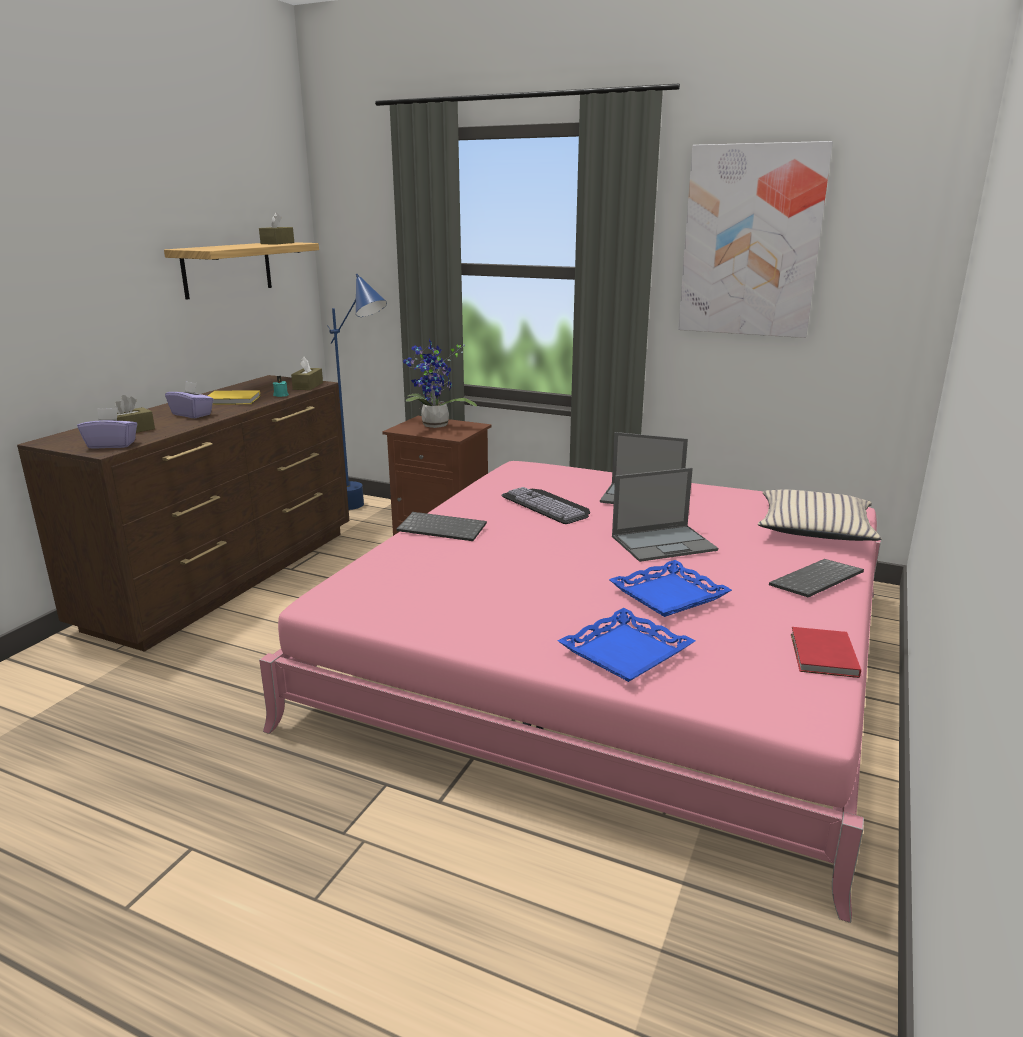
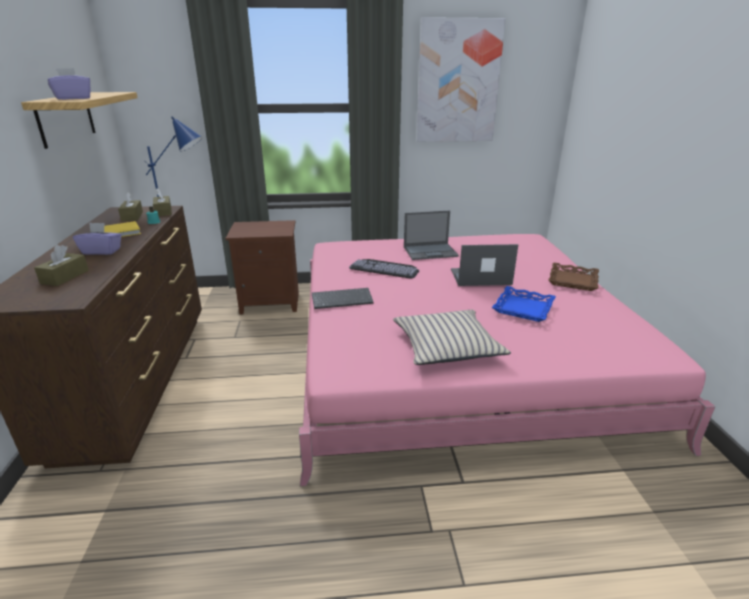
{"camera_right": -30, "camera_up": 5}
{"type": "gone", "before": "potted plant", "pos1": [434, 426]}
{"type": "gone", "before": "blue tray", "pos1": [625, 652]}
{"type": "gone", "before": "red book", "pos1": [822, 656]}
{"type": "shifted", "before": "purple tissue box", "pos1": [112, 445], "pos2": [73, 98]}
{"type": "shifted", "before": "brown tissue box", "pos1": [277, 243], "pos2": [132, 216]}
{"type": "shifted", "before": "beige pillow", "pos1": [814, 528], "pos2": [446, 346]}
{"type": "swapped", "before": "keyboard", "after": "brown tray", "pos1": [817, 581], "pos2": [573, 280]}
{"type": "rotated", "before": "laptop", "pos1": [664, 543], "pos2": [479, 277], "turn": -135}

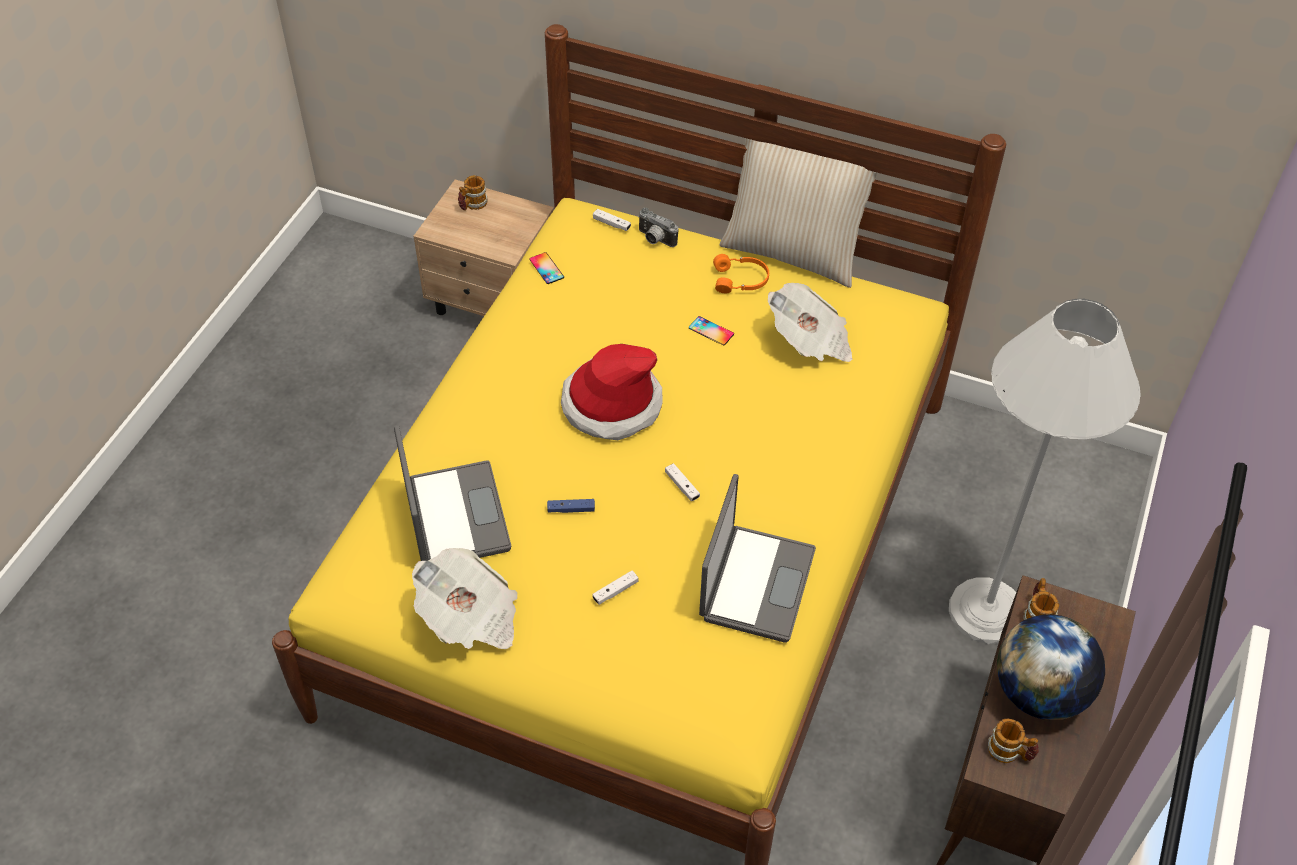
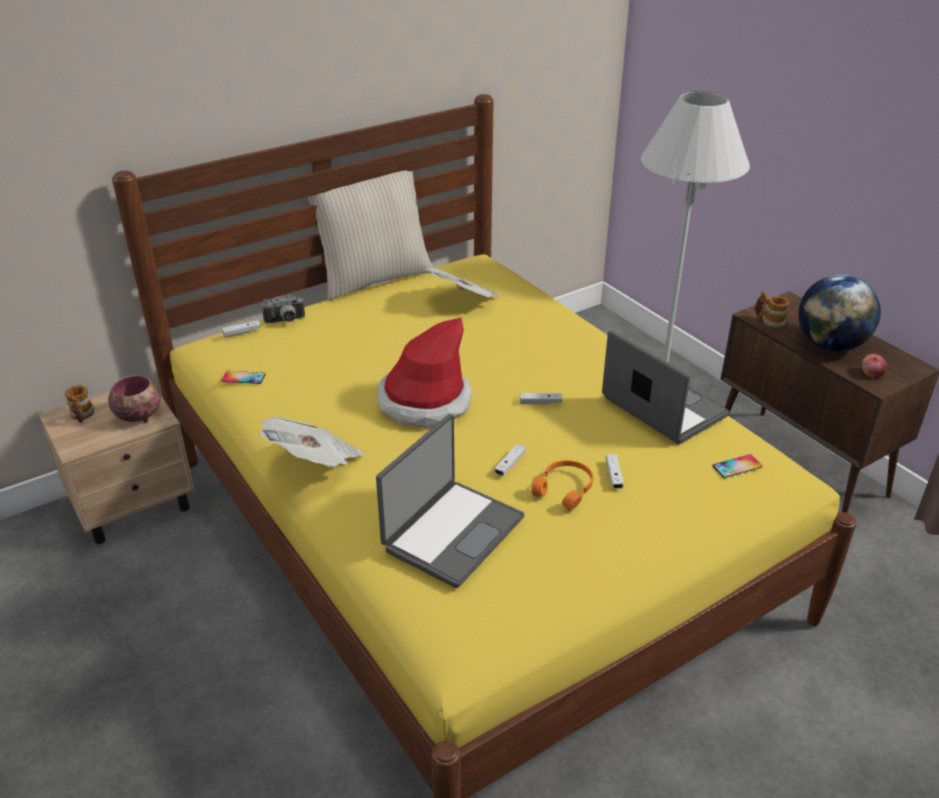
{"camera_right": -55, "camera_up": -15}
{"type": "new", "after": "bowl", "pos2": [139, 415]}
{"type": "shifted", "before": "newspaper", "pos1": [470, 617], "pos2": [315, 462]}
{"type": "shifted", "before": "phone", "pos1": [711, 331], "pos2": [737, 466]}
{"type": "shifted", "before": "orange headphones", "pos1": [741, 280], "pos2": [565, 489]}
{"type": "swapped", "before": "mug", "after": "apple", "pos1": [1010, 752], "pos2": [871, 374]}
{"type": "repainted", "before": "blue game controller", "after": "white game controller", "pos1": [571, 509], "pos2": [510, 464]}
{"type": "rotated", "before": "laptop", "pos1": [454, 516], "pos2": [452, 533], "turn": 105}

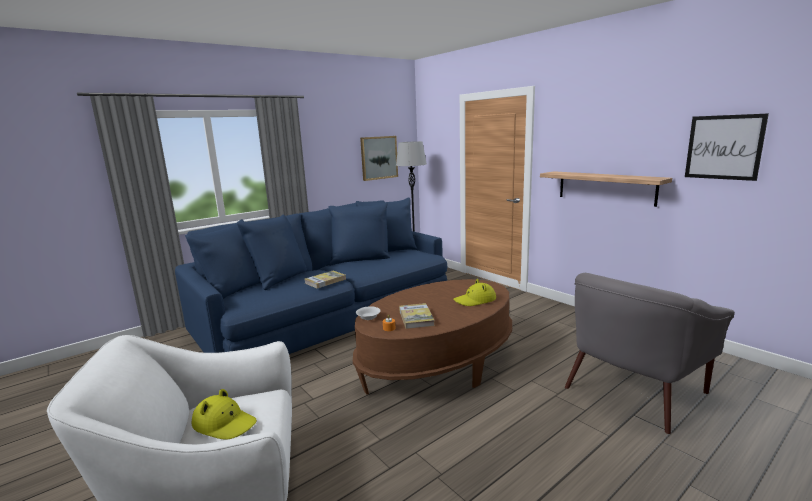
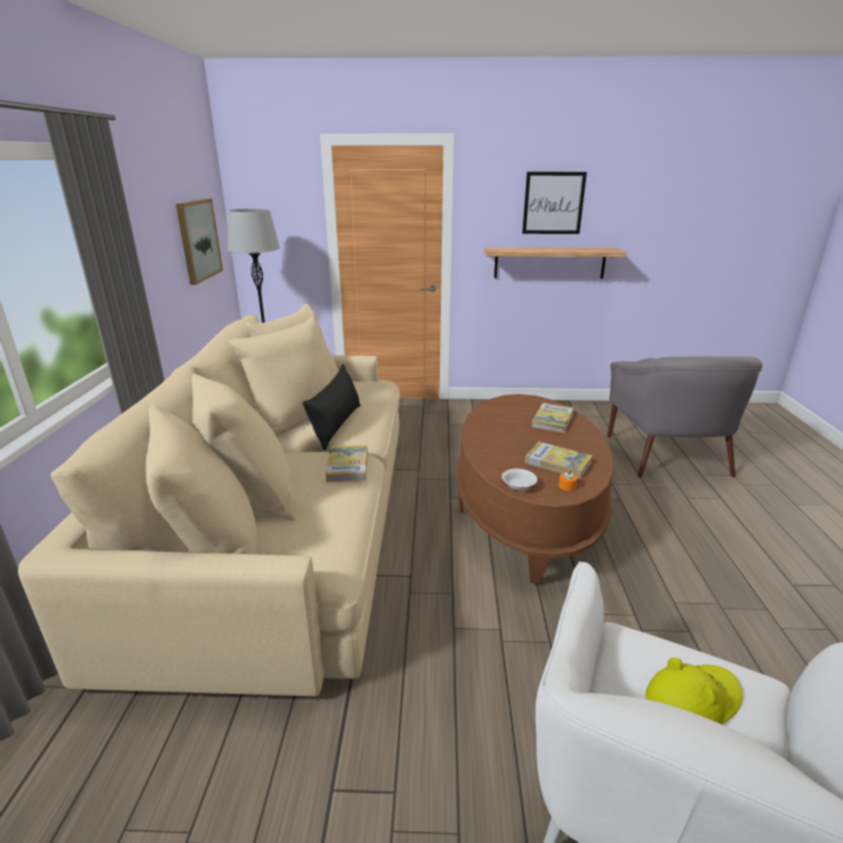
{"camera_right": -50, "camera_up": 10}
{"type": "new", "after": "black pillow", "pos2": [336, 425]}
{"type": "shifted", "before": "picture", "pos1": [723, 147], "pos2": [553, 203]}
{"type": "swapped", "before": "yellow hat", "after": "book", "pos1": [475, 300], "pos2": [552, 420]}
{"type": "repainted", "before": "blue sofa", "after": "beige sofa", "pos1": [327, 315], "pos2": [285, 524]}

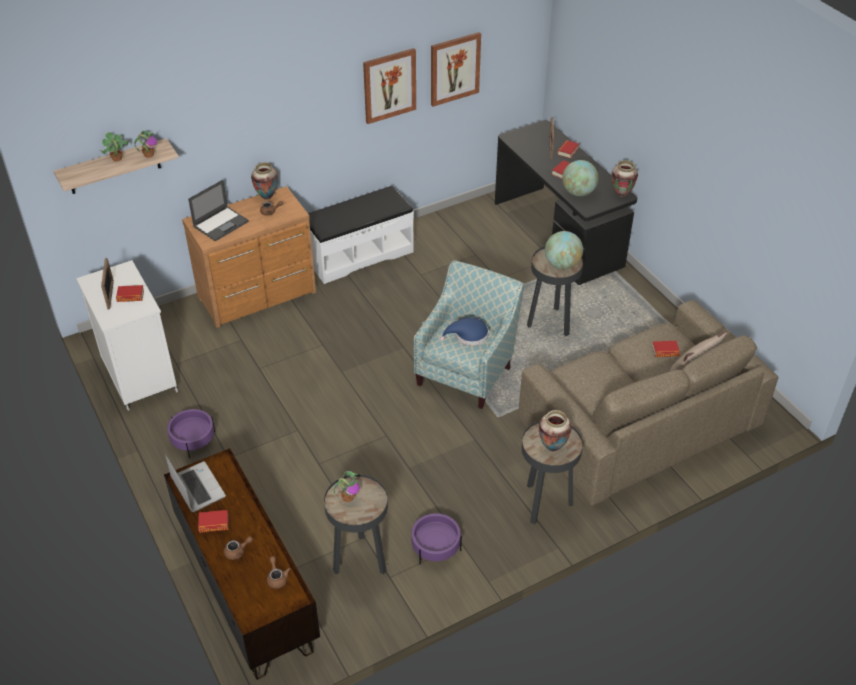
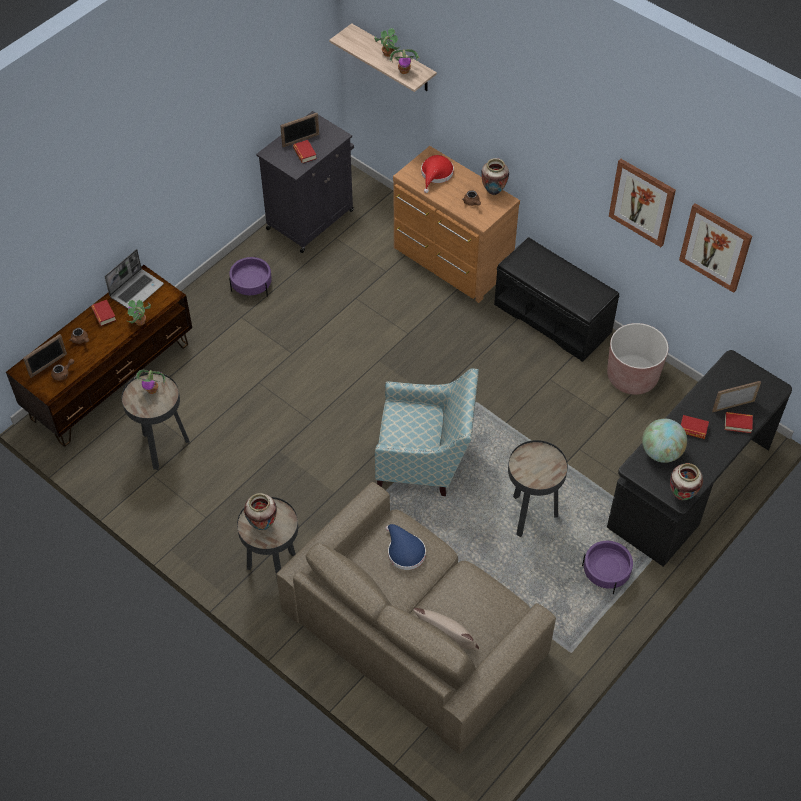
{"camera_right": 70, "camera_up": 10}
{"type": "gone", "before": "globe", "pos1": [562, 264]}
{"type": "gone", "before": "book", "pos1": [665, 351]}
{"type": "new", "after": "picture frame", "pos2": [48, 365]}
{"type": "new", "after": "potted plant", "pos2": [140, 322]}
{"type": "new", "after": "brown planter", "pos2": [632, 376]}
{"type": "shifted", "before": "purple planter", "pos1": [435, 547], "pos2": [606, 573]}
{"type": "shifted", "before": "blue hat", "pos1": [468, 335], "pos2": [404, 551]}
{"type": "swapped", "before": "laptop", "after": "red hat", "pos1": [221, 223], "pos2": [436, 174]}
{"type": "repainted", "before": "white cabinet", "after": "black cabinet", "pos1": [138, 374], "pos2": [311, 219]}
{"type": "repainted", "before": "white bench", "after": "black bench", "pos1": [359, 255], "pos2": [553, 318]}

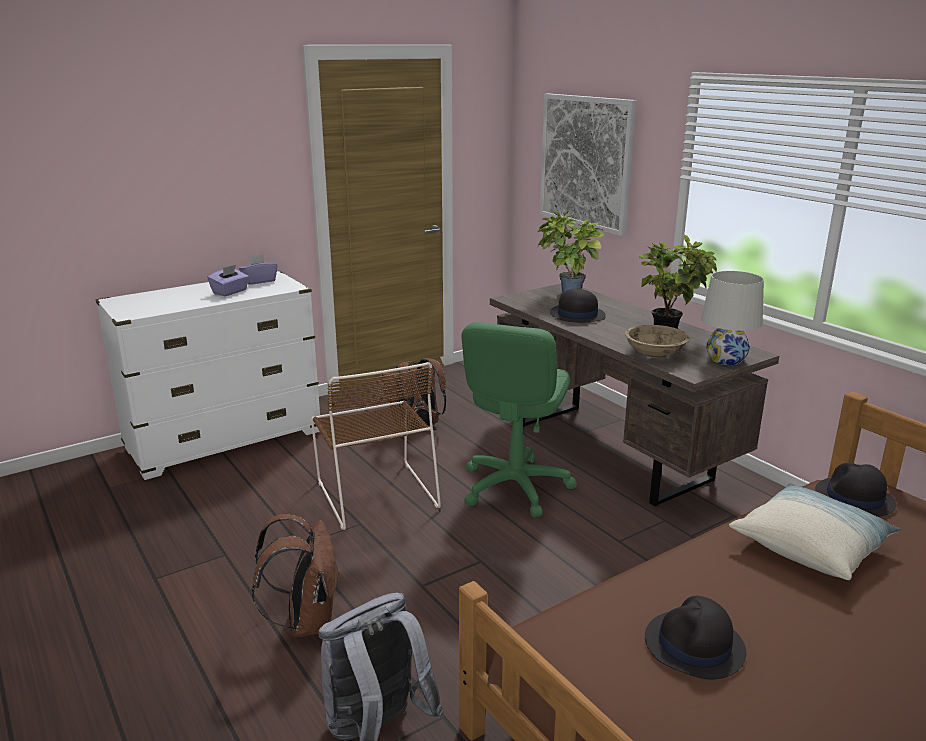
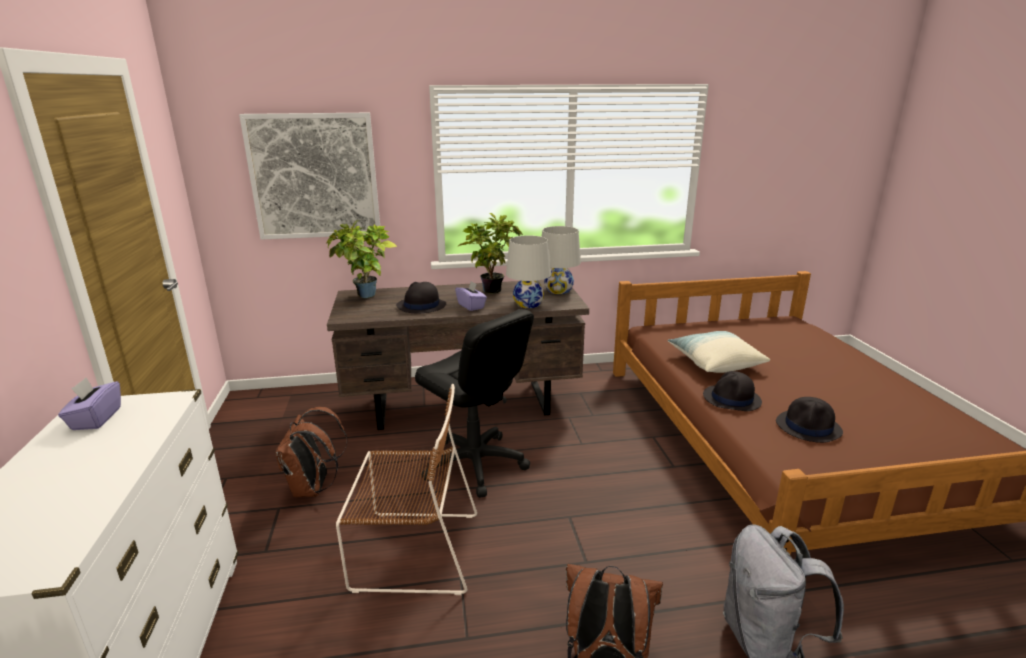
{"camera_right": -65, "camera_up": 0}
{"type": "shifted", "before": "purple tissue box", "pos1": [230, 292], "pos2": [471, 306]}
{"type": "shifted", "before": "black hat", "pos1": [854, 498], "pos2": [732, 399]}
{"type": "swapped", "before": "beige bowl", "after": "white table lamp", "pos1": [655, 353], "pos2": [528, 304]}
{"type": "repainted", "before": "green office chair", "after": "black office chair", "pos1": [515, 486], "pos2": [474, 464]}

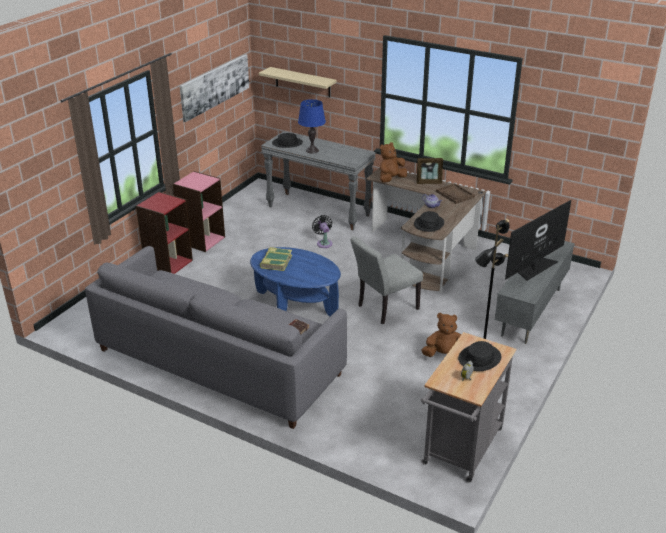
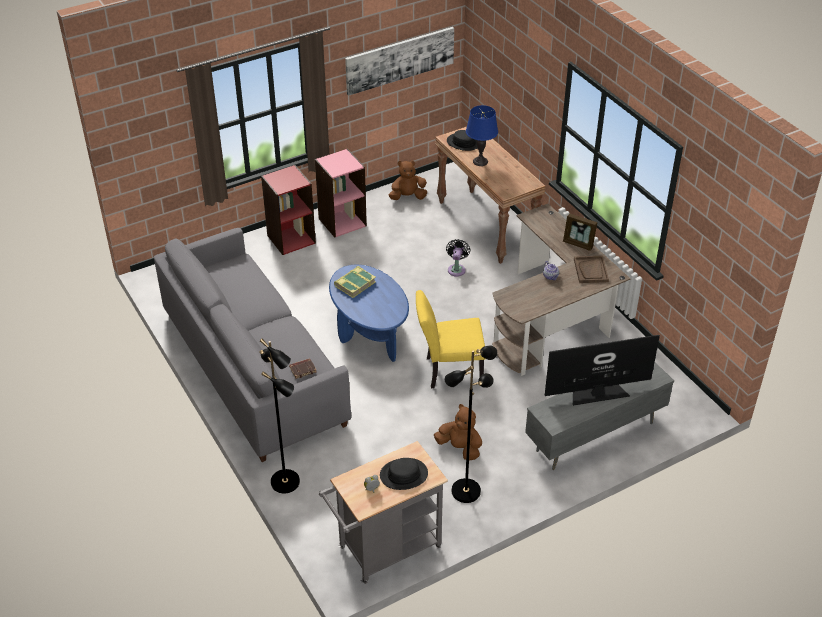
{"camera_right": 30, "camera_up": 10}
{"type": "gone", "before": "beige shelf", "pos1": [302, 82]}
{"type": "gone", "before": "black hat", "pos1": [428, 224]}
{"type": "new", "after": "black floor lamp", "pos2": [286, 481]}
{"type": "shifted", "before": "brown plush toy", "pos1": [391, 179], "pos2": [407, 197]}
{"type": "repainted", "before": "grey console table", "after": "brown console table", "pos1": [319, 211], "pos2": [486, 226]}
{"type": "repainted", "before": "grey chair", "after": "yellow chair", "pos1": [384, 309], "pos2": [448, 371]}

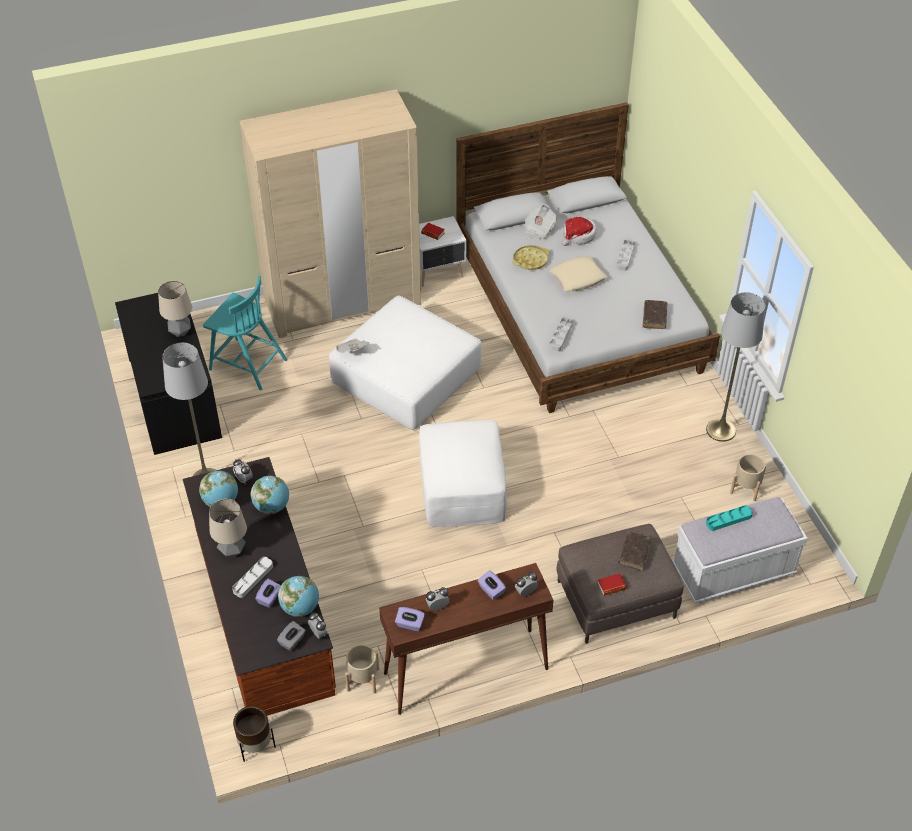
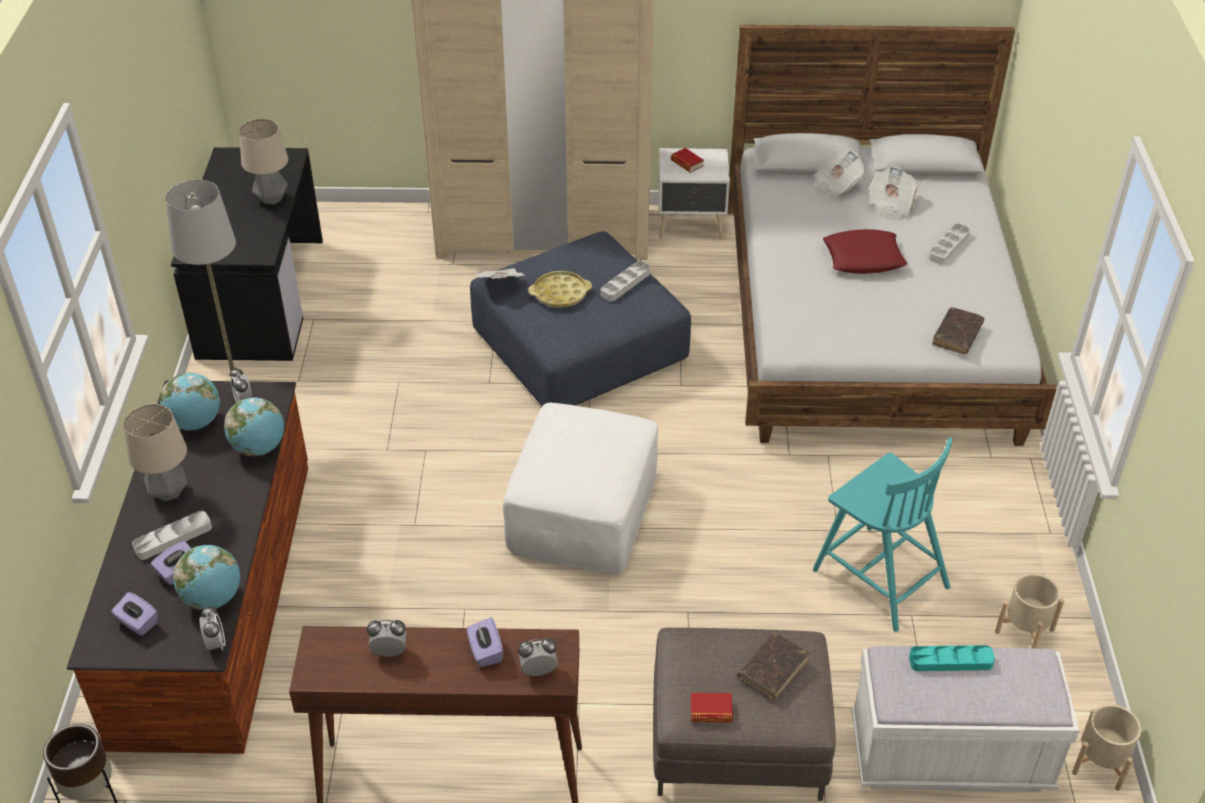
{"camera_right": 20, "camera_up": -5}
{"type": "gone", "before": "grey tissue box", "pos1": [292, 641]}
{"type": "gone", "before": "grey floor lamp", "pos1": [721, 430]}
{"type": "shifted", "before": "turquoise chair", "pos1": [247, 364], "pos2": [879, 576]}
{"type": "shifted", "before": "beige planter", "pos1": [363, 679], "pos2": [1100, 764]}
{"type": "shifted", "before": "purple tissue box", "pos1": [410, 624], "pos2": [137, 623]}
{"type": "shifted", "before": "yellow tray", "pos1": [530, 260], "pos2": [560, 294]}
{"type": "shifted", "before": "grey tray", "pos1": [561, 336], "pos2": [625, 284]}
{"type": "swapped", "before": "hat", "after": "newspaper", "pos1": [578, 235], "pos2": [890, 205]}
{"type": "repainted", "before": "white ottoman", "after": "blue ottoman", "pos1": [406, 376], "pos2": [579, 344]}
{"type": "repainted", "before": "beige pillow", "after": "red pillow", "pos1": [578, 278], "pos2": [863, 258]}

